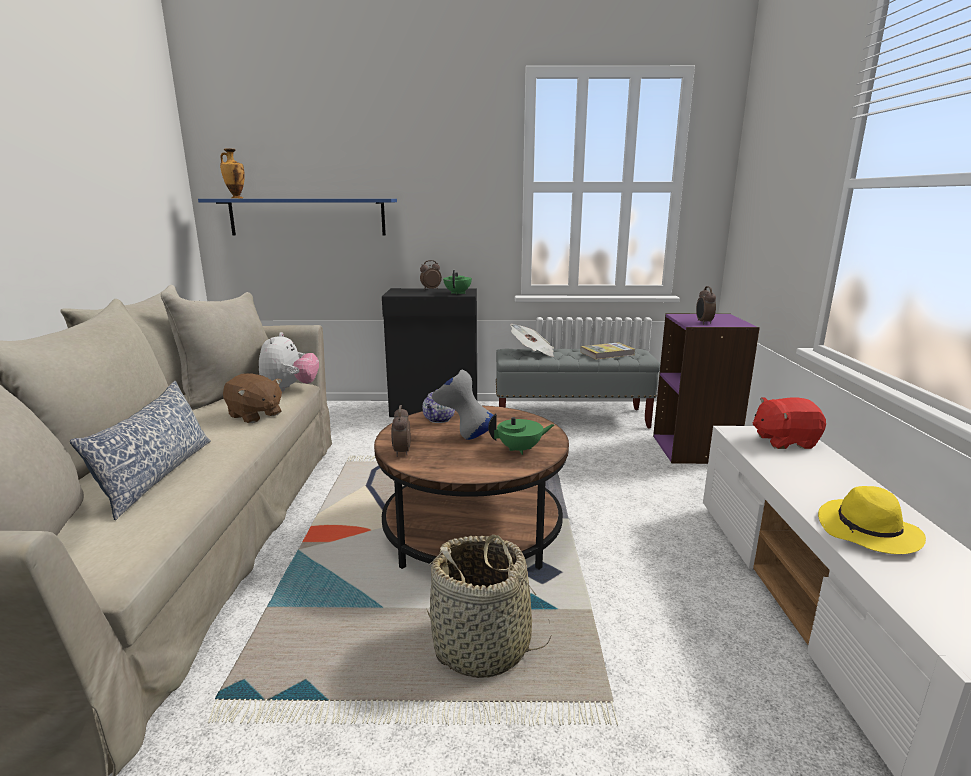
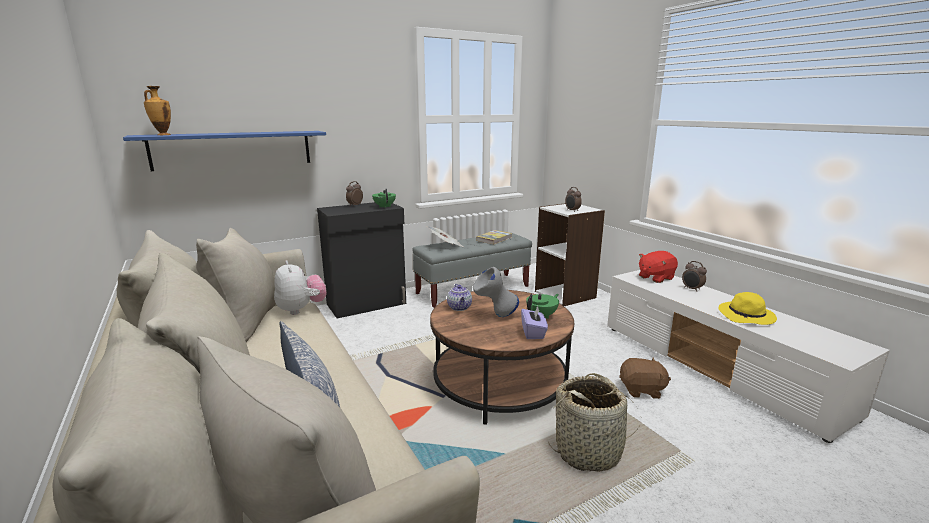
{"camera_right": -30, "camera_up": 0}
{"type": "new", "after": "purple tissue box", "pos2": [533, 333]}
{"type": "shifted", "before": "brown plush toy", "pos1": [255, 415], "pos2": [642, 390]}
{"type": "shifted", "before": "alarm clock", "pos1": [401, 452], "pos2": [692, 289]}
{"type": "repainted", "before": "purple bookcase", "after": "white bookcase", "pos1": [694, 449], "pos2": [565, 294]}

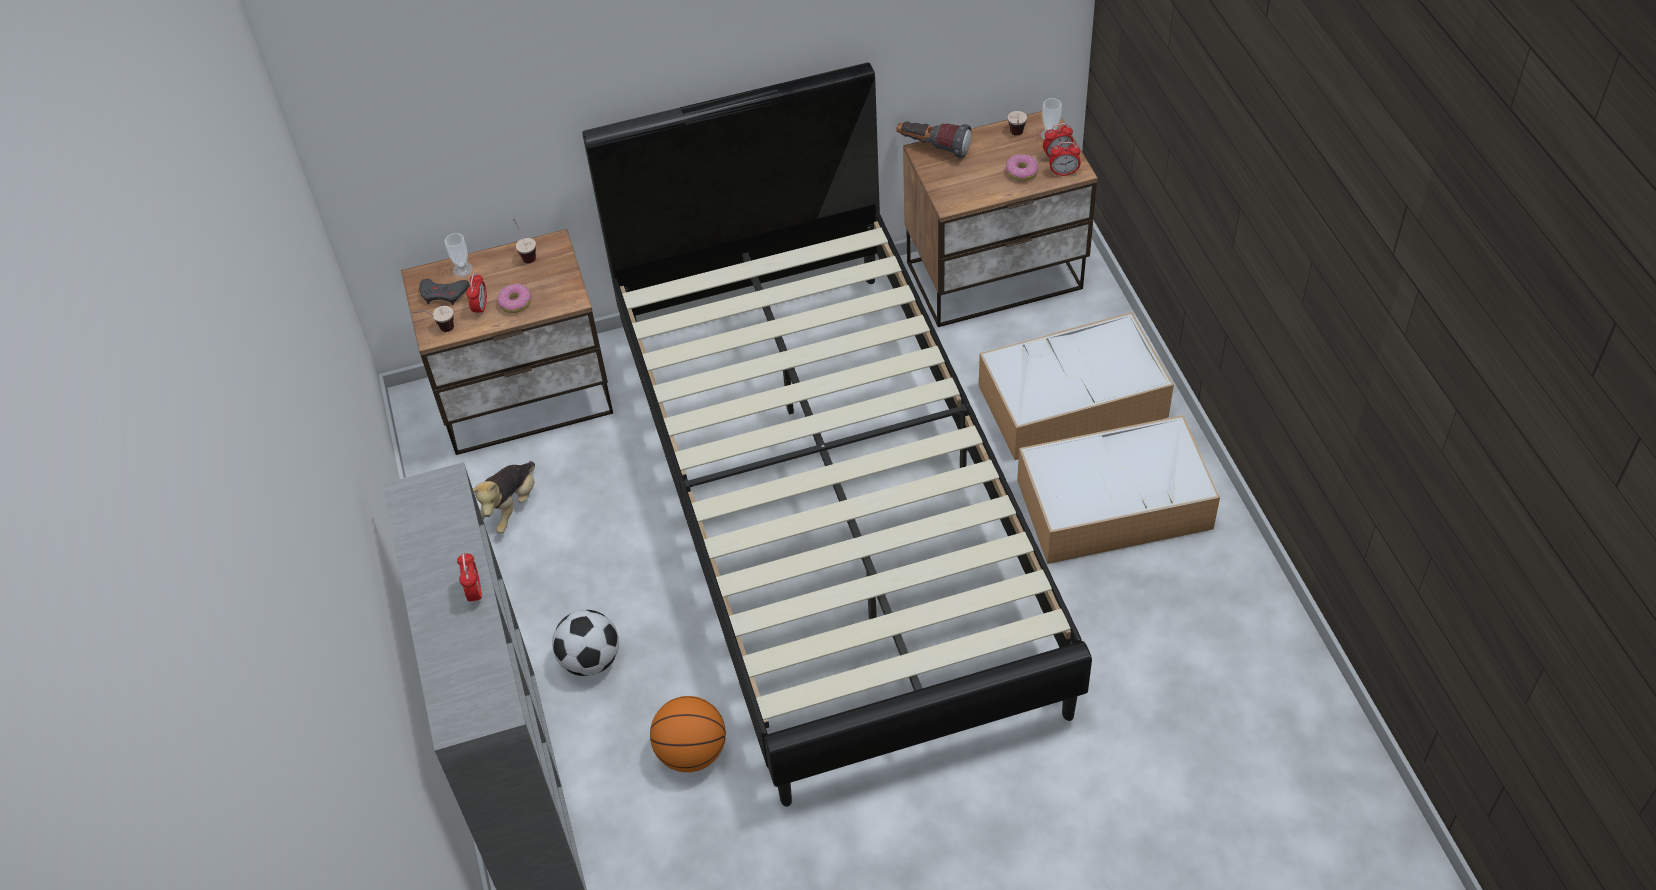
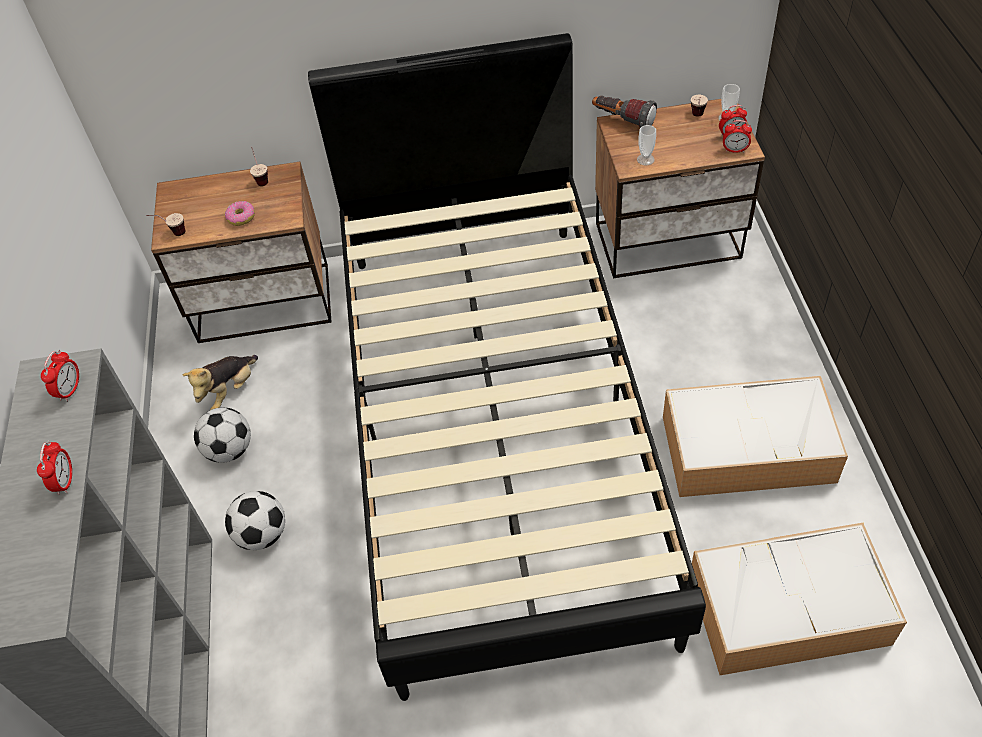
{"camera_right": 10, "camera_up": 0}
{"type": "gone", "before": "grey game controller", "pos1": [444, 294]}
{"type": "gone", "before": "basketball", "pos1": [691, 752]}
{"type": "gone", "before": "donut", "pos1": [1021, 172]}
{"type": "new", "after": "football", "pos2": [230, 450]}
{"type": "shifted", "before": "cup", "pos1": [462, 269], "pos2": [645, 159]}
{"type": "shifted", "before": "alarm clock", "pos1": [480, 307], "pos2": [70, 390]}
{"type": "shifted", "before": "storage box", "pos1": [1070, 402], "pos2": [785, 610]}

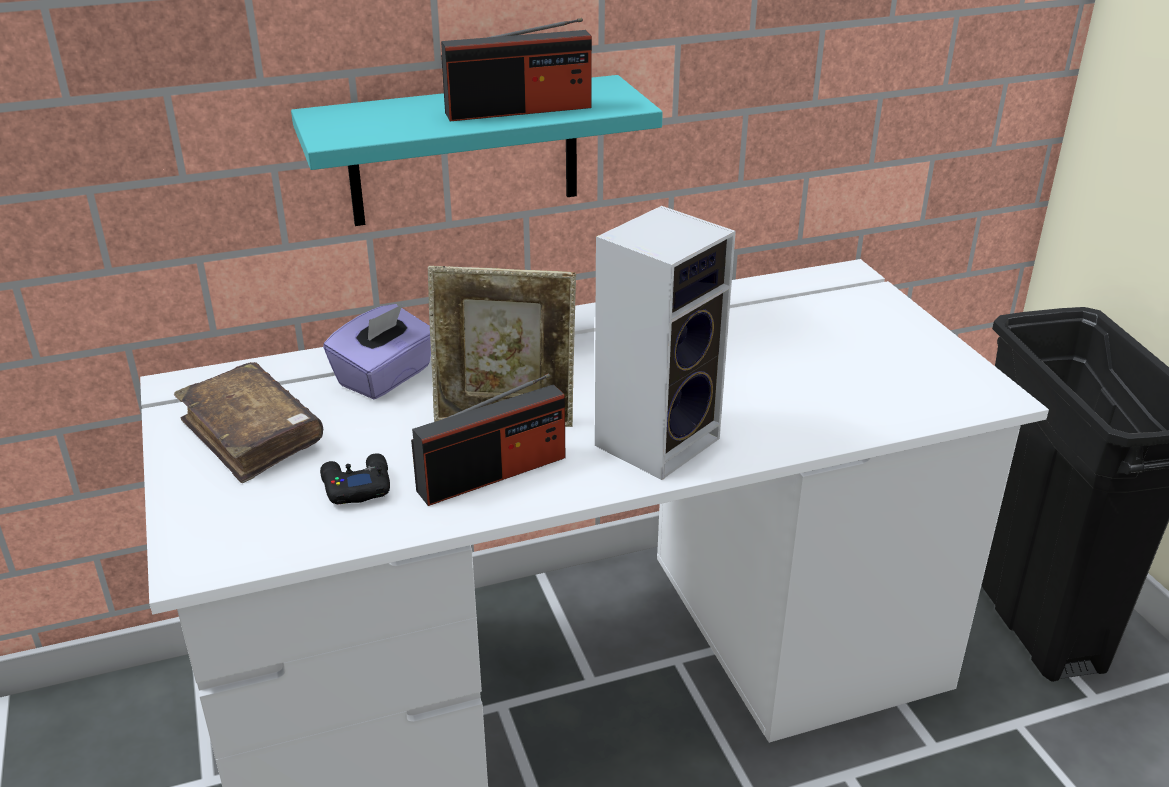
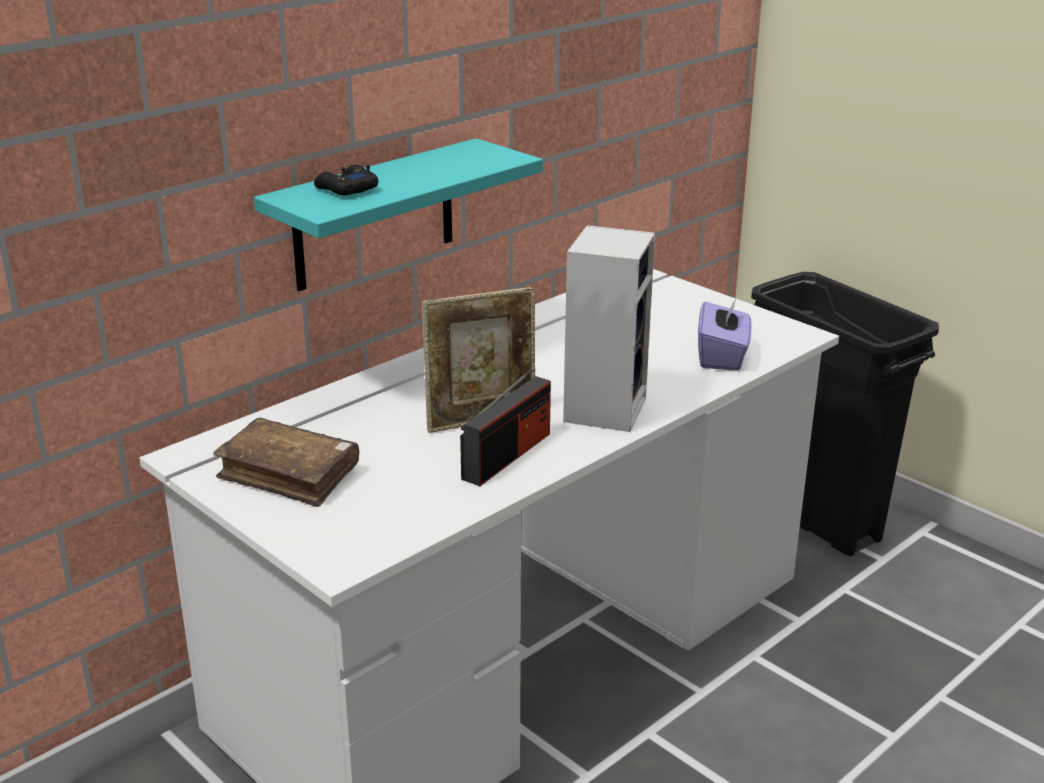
{"camera_right": -25, "camera_up": -5}
{"type": "gone", "before": "radio", "pos1": [519, 110]}
{"type": "shifted", "before": "black game controller", "pos1": [356, 486], "pos2": [346, 189]}
{"type": "shifted", "before": "purple tissue box", "pos1": [386, 377], "pos2": [722, 356]}

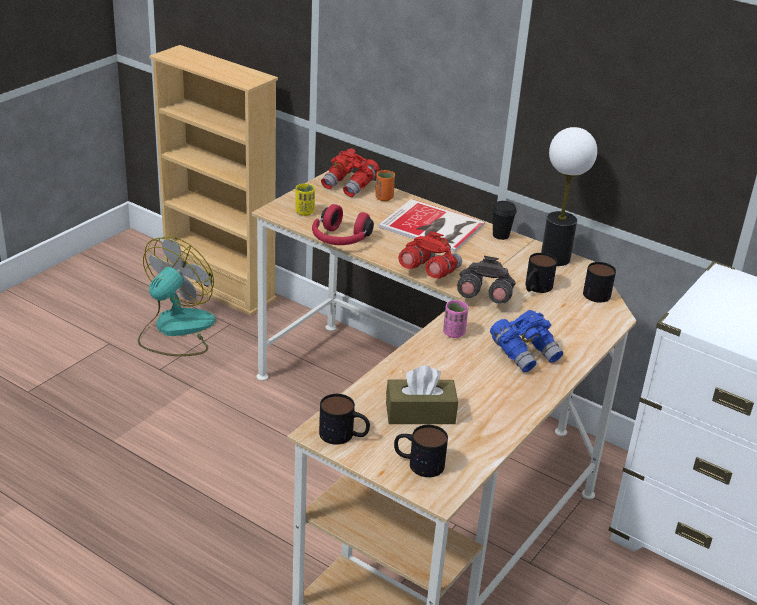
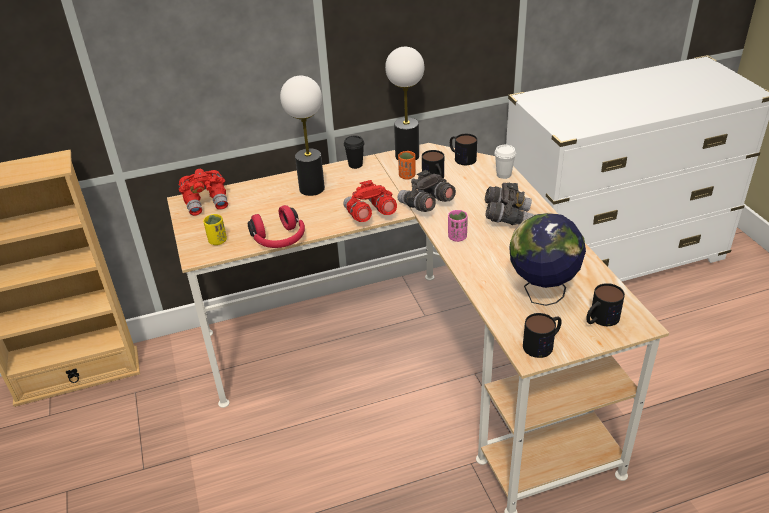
{"camera_right": -50, "camera_up": 5}
{"type": "gone", "before": "fan", "pos1": [175, 330]}
{"type": "new", "after": "white cup", "pos2": [503, 175]}
{"type": "shifted", "before": "orange cup", "pos1": [384, 198], "pos2": [407, 176]}
{"type": "swapped", "before": "book", "after": "table lamp", "pos1": [433, 227], "pos2": [312, 189]}
{"type": "swapped", "before": "brown tissue box", "after": "globe", "pos1": [420, 413], "pos2": [542, 294]}
{"type": "repainted", "before": "blue binoculars", "after": "grey binoculars", "pos1": [525, 353], "pos2": [507, 217]}

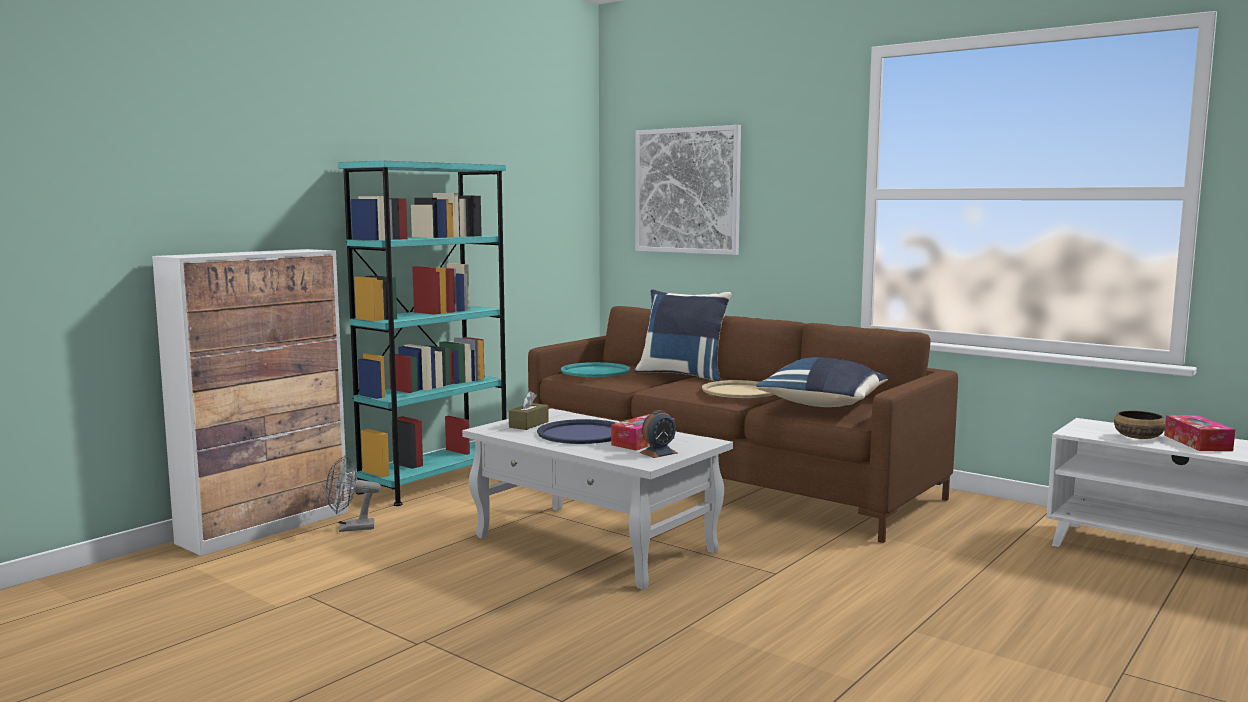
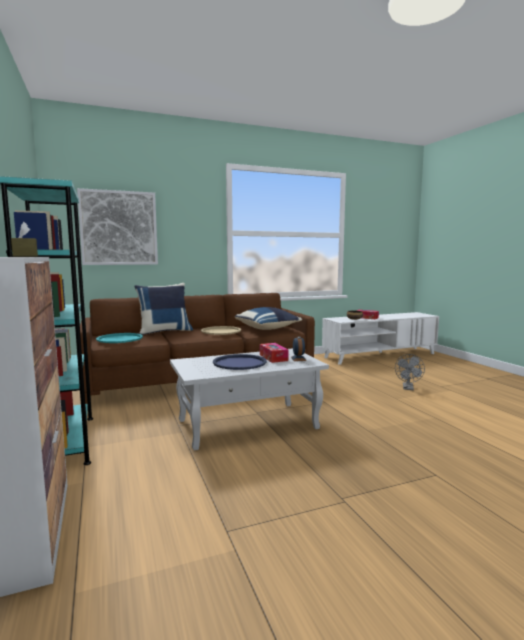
{"camera_right": -60, "camera_up": 0}
{"type": "shifted", "before": "grey fan", "pos1": [350, 528], "pos2": [408, 388]}
{"type": "shifted", "before": "brown tissue box", "pos1": [529, 424], "pos2": [24, 256]}

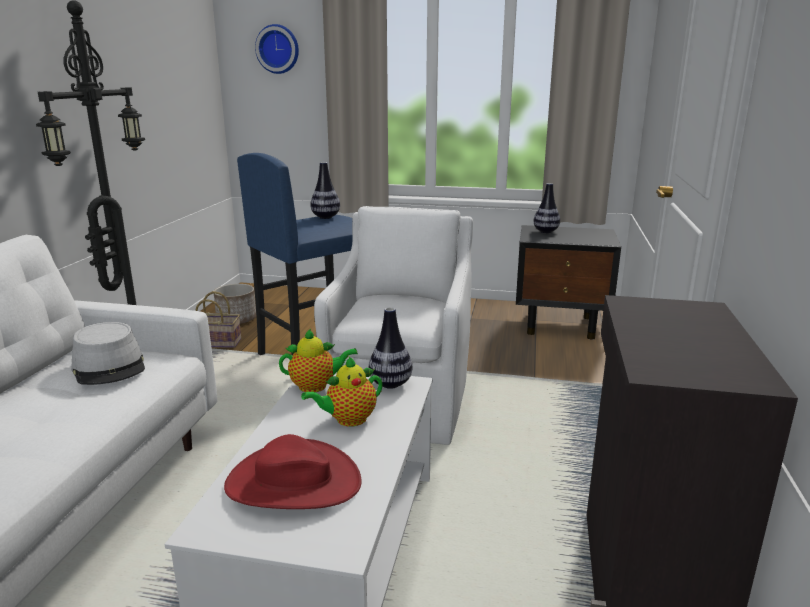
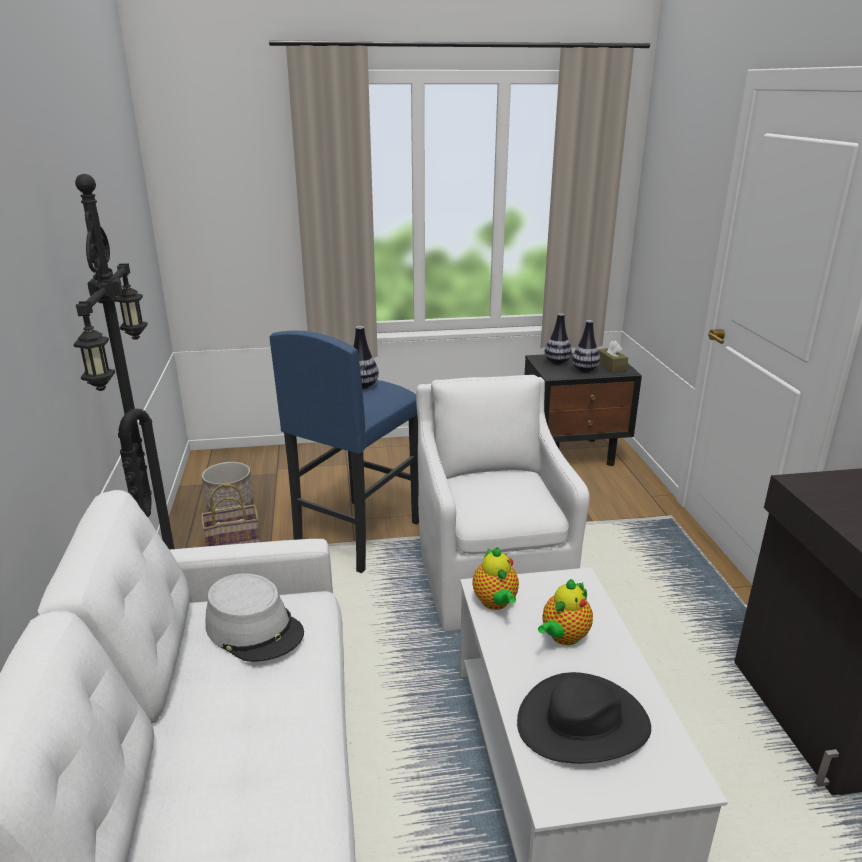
{"camera_right": -20, "camera_up": 5}
{"type": "gone", "before": "wall clock", "pos1": [278, 49]}
{"type": "new", "after": "brown tissue box", "pos2": [611, 366]}
{"type": "shifted", "before": "vase", "pos1": [390, 384], "pos2": [584, 370]}
{"type": "repainted", "before": "red hat", "after": "black hat", "pos1": [293, 483], "pos2": [583, 724]}
{"type": "rotated", "before": "teapot", "pos1": [316, 386], "pos2": [495, 603], "turn": 105}

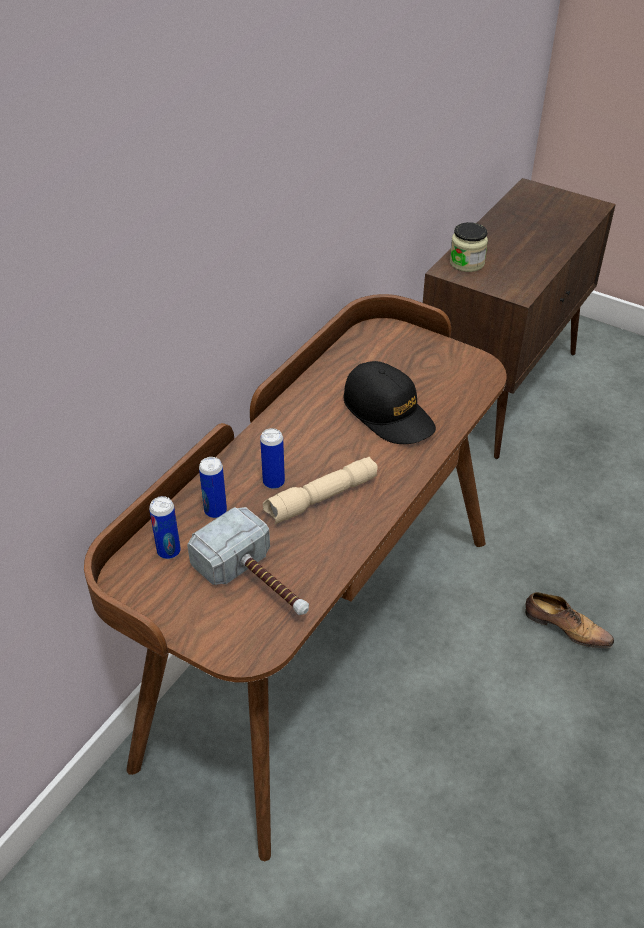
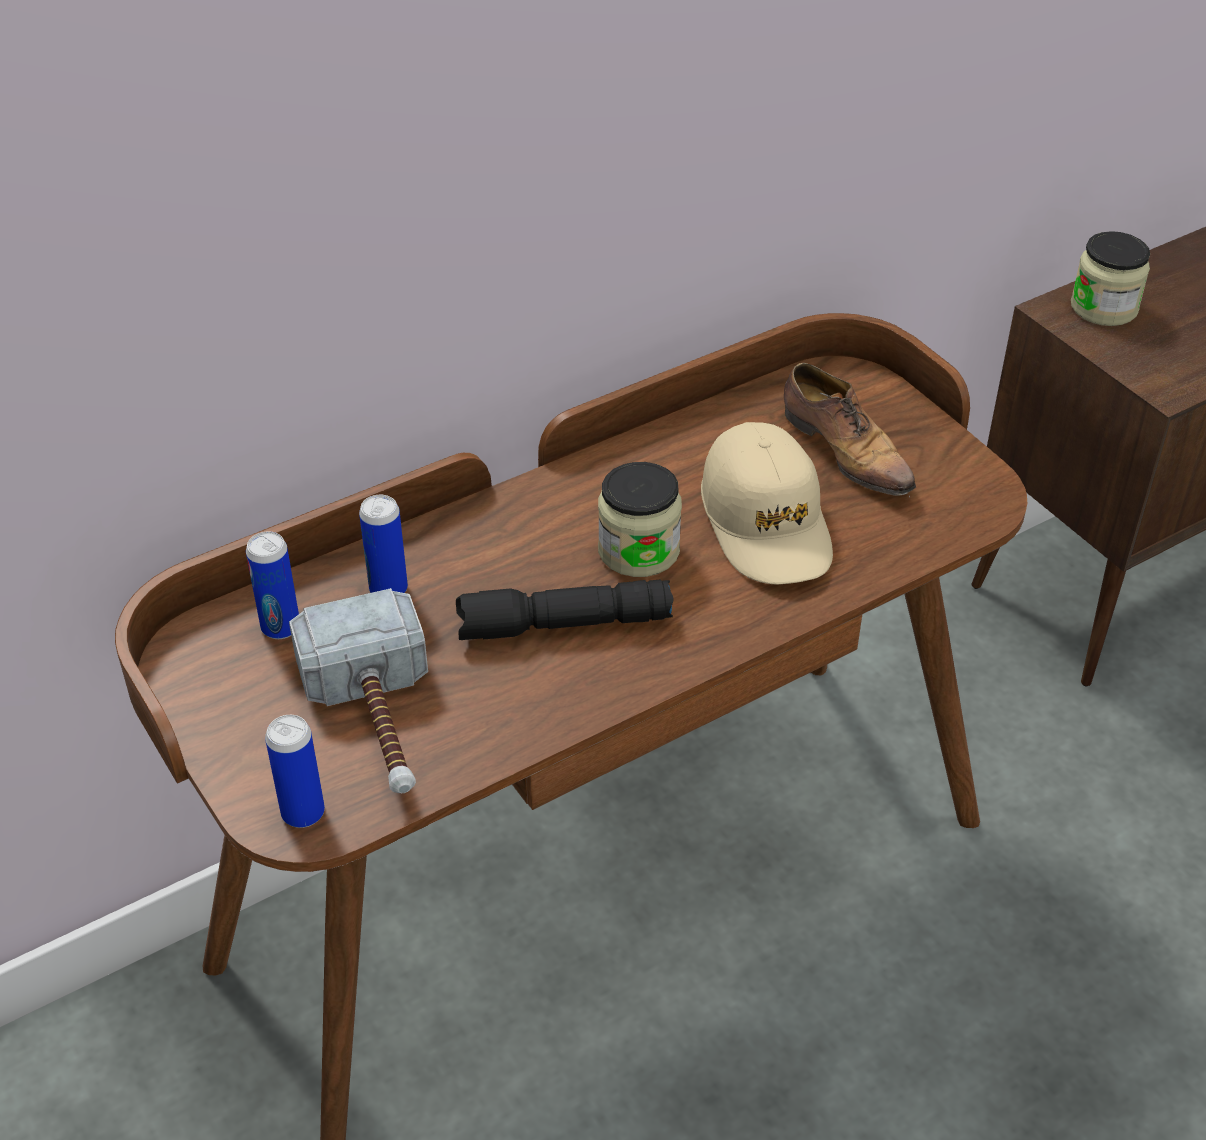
{"camera_right": 25, "camera_up": 0}
{"type": "new", "after": "jar", "pos2": [638, 550]}
{"type": "shifted", "before": "can", "pos1": [273, 482], "pos2": [303, 813]}
{"type": "shifted", "before": "shoe", "pos1": [565, 627], "pos2": [845, 451]}
{"type": "repainted", "before": "beige flashlight", "after": "black flashlight", "pos1": [321, 499], "pos2": [563, 626]}
{"type": "repainted", "before": "black cap", "after": "beige cap", "pos1": [388, 413], "pos2": [767, 522]}

